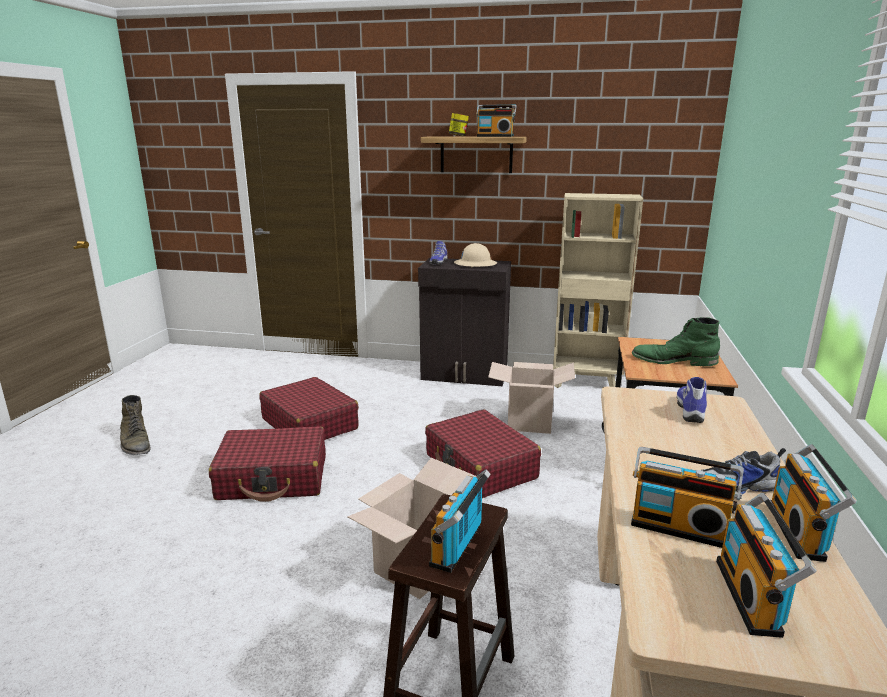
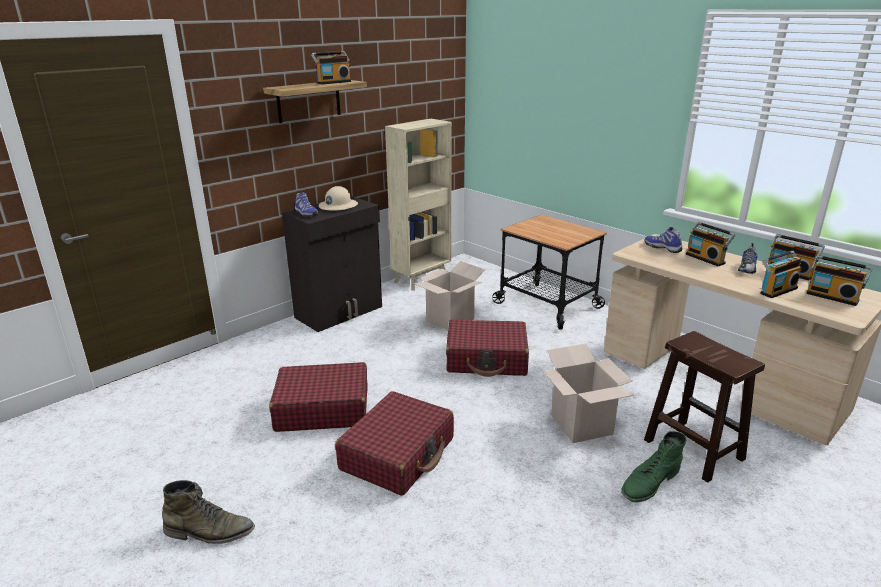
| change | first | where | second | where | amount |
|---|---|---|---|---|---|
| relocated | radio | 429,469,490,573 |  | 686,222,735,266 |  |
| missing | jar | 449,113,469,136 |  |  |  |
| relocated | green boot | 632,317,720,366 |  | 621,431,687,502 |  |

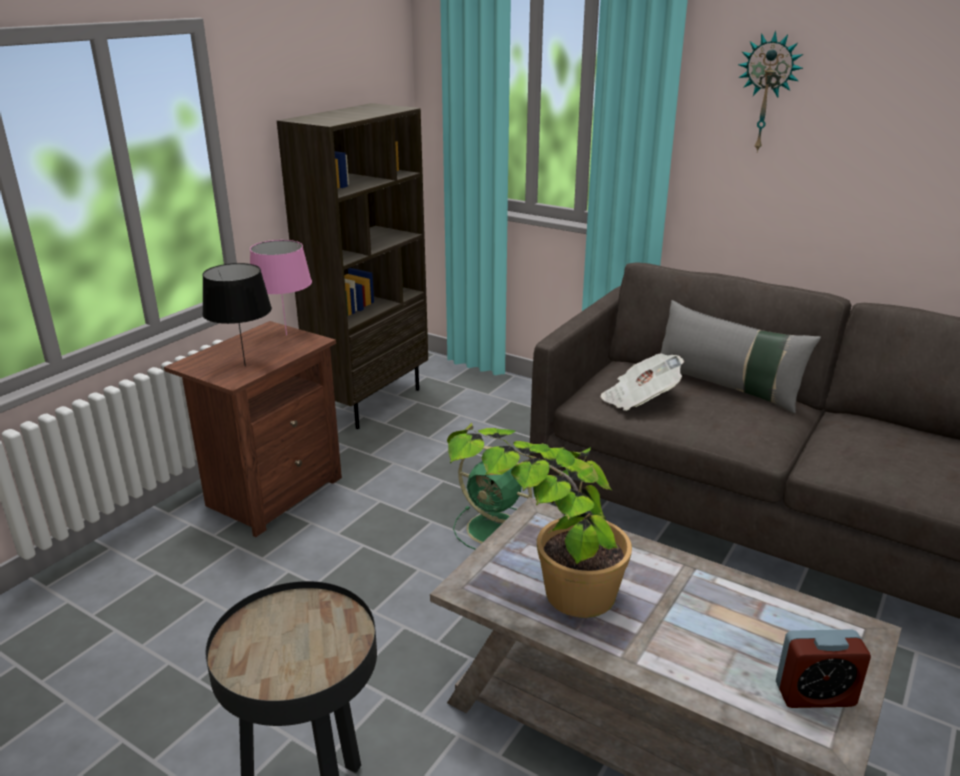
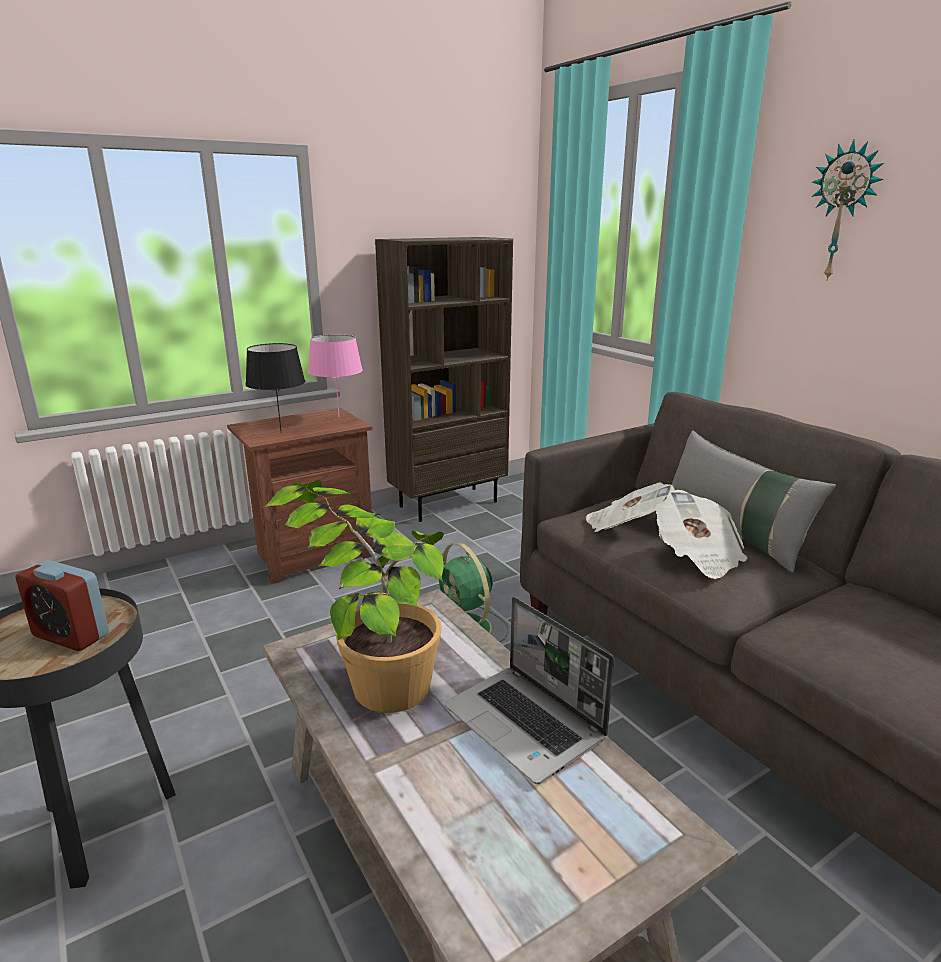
| change | first | where | second | where | amount |
|---|---|---|---|---|---|
| relocated | alarm clock | 776,629,871,708 |  | 16,560,109,651 |  |
| appeared |  |  | laptop | 444,597,615,784 |  |
| appeared |  |  | newspaper | 655,490,748,579 |  |

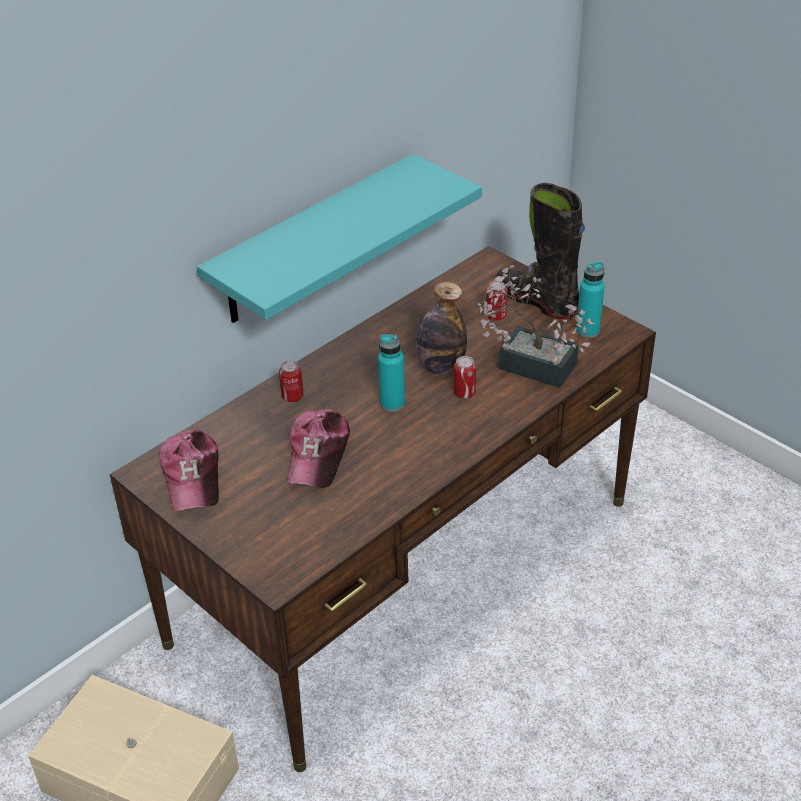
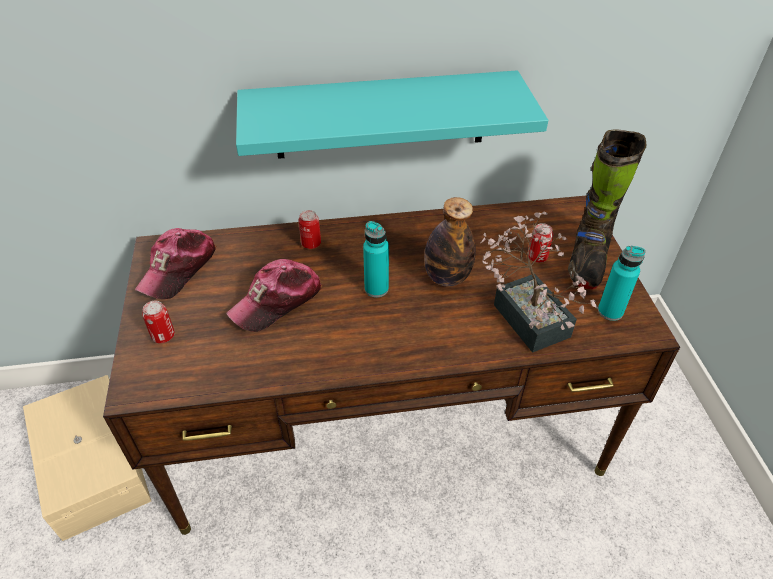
| change | first | where | second | where | amount |
|---|---|---|---|---|---|
| relocated | can | 454,356,476,398 |  | 142,300,175,343 |  |
| spun | black boot | 496,183,585,319 |  | 568,129,646,289 | 150 degrees counterclockwise |

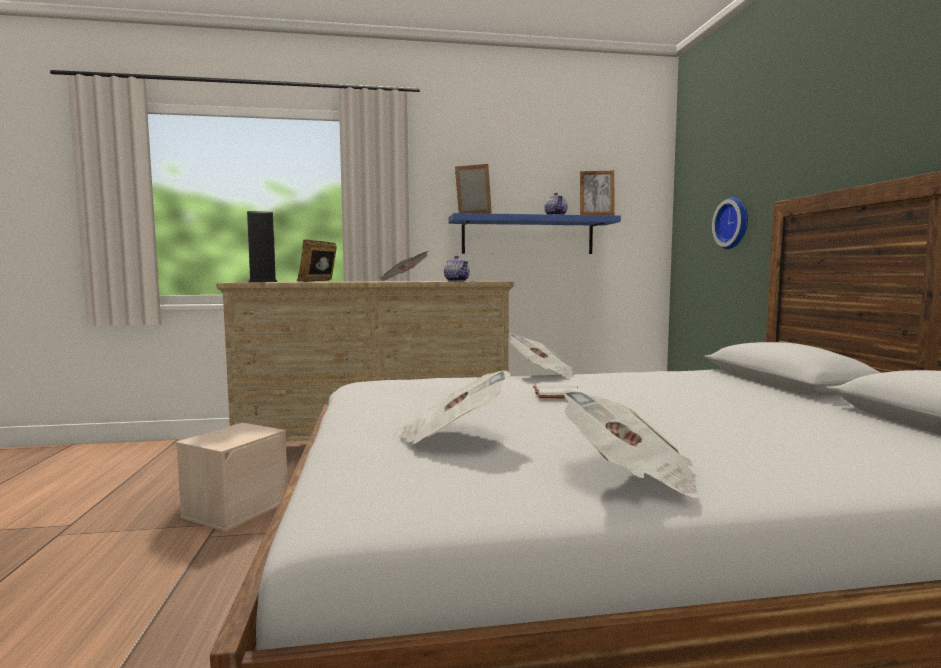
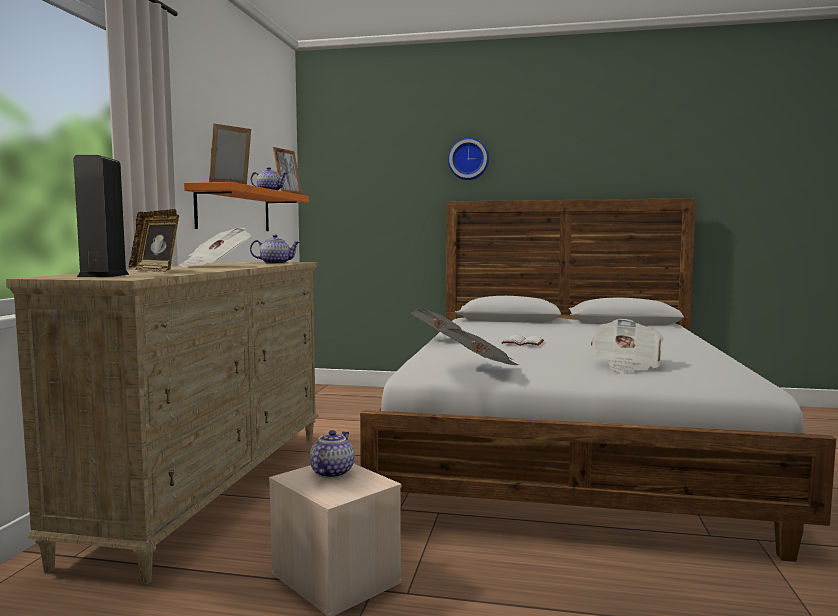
| change | first | where | second | where | amount |
|---|---|---|---|---|---|
| colour | blue shelf | 448,213,621,254 | orange shelf | 184,182,309,231 |  |
| relocated | newspaper | 563,390,699,498 |  | 442,328,519,365 |  |
| relocated | wall clock | 712,197,748,249 |  | 448,138,489,180 |  |
| appeared |  |  | teapot | 310,430,354,478 |  |

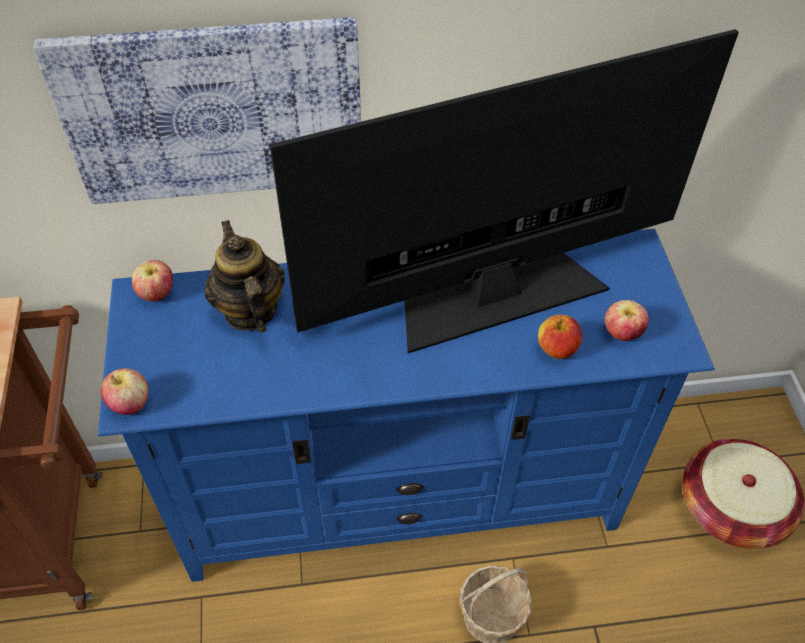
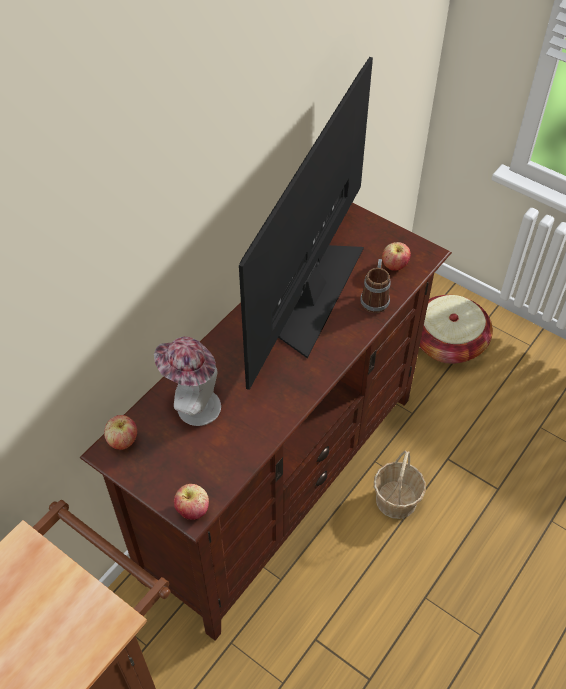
| change | first | where | second | where | amount |
|---|---|---|---|---|---|
| missing | picture | 33,17,361,204 |  |  |  |
| colour | blue tv stand | 98,229,715,582 | brown tv stand | 80,203,452,641 |  |
| exchanged | teapot | 205,220,285,333 | hat | 154,337,221,426 |  |
| exchanged | apple | 538,315,582,359 | mug | 360,259,391,313 |  |

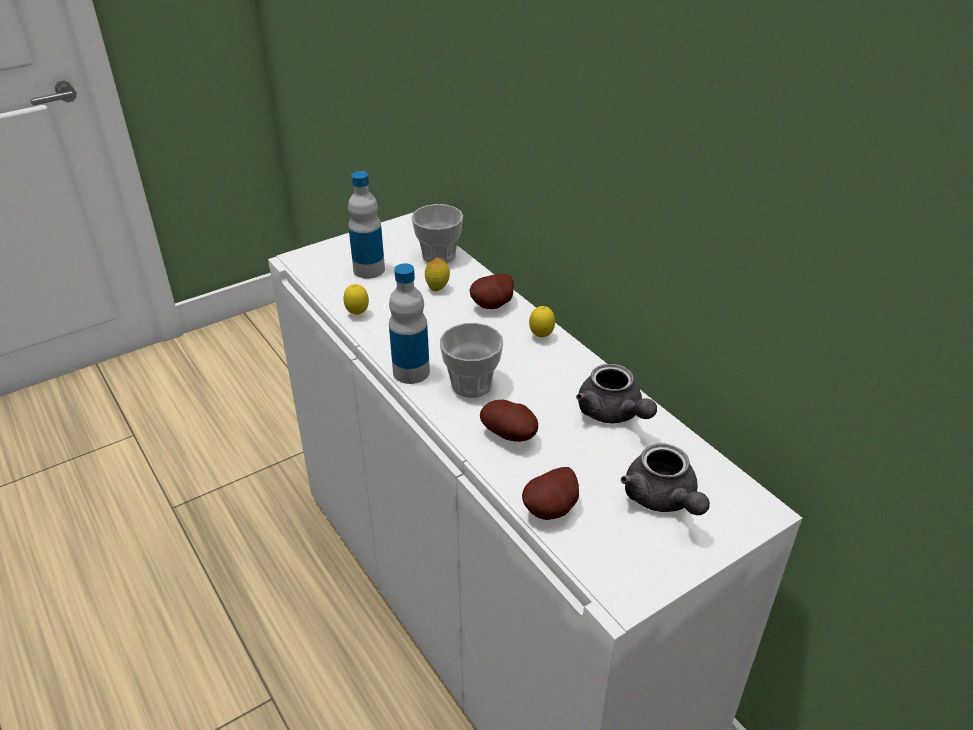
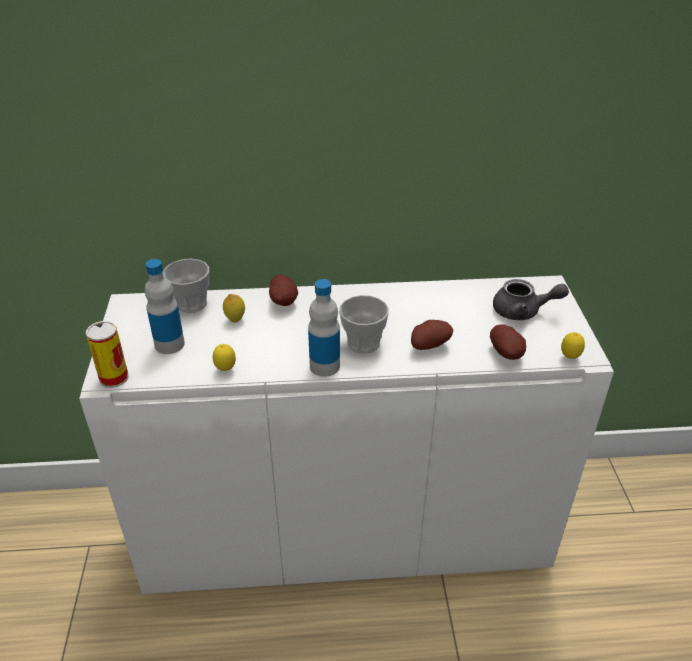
| change | first | where | second | where | amount |
|---|---|---|---|---|---|
| relocated | lemon | 529,306,555,338 |  | 561,332,585,359 |  |
| missing | grey teapot | 576,364,657,423 |  |  |  |
| appeared |  |  | can | 86,321,129,388 |  |

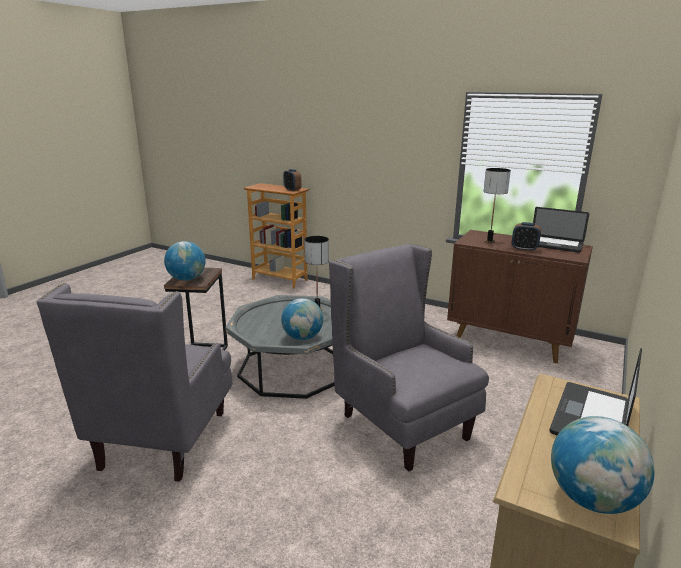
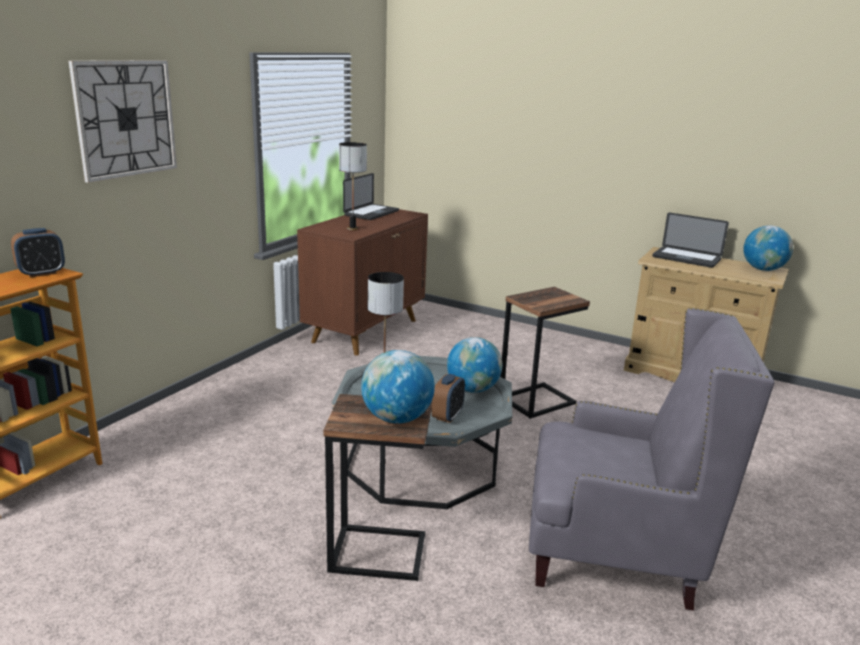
| change | first | where | second | where | amount |
|---|---|---|---|---|---|
| exchanged | grey armchair | 329,243,489,471 | side table | 500,287,590,419 |  |
| relocated | alarm clock | 512,222,541,252 |  | 432,374,465,423 |  |
| appeared |  |  | wall clock | 68,60,177,183 |  |

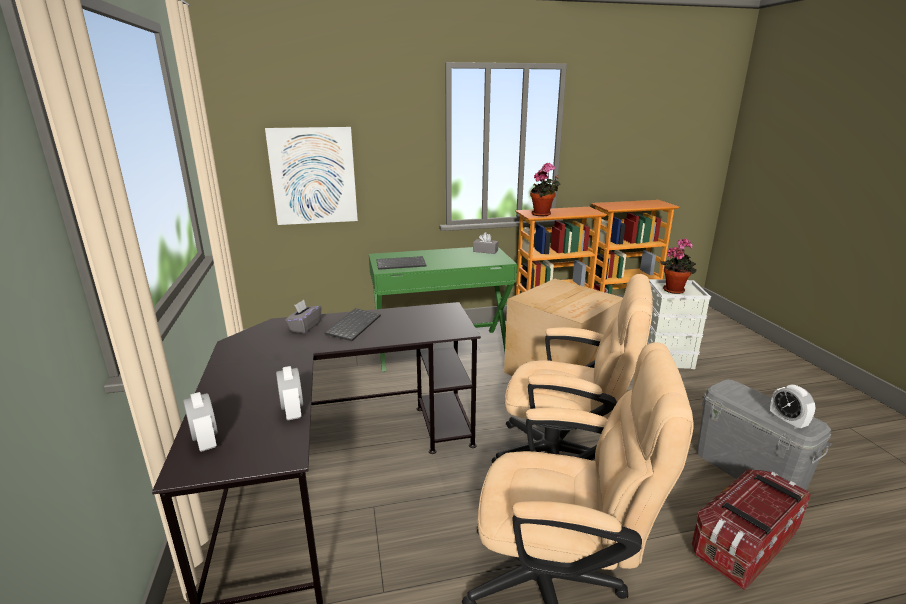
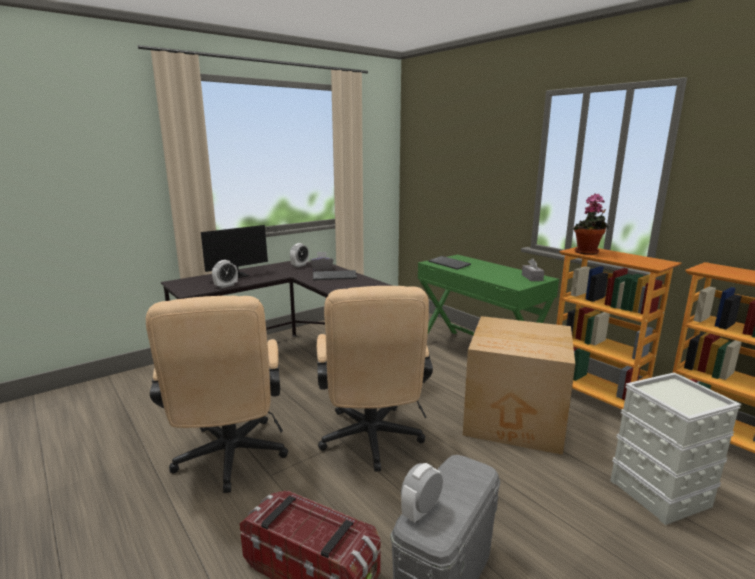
| change | first | where | second | where | amount |
|---|---|---|---|---|---|
| relocated | alarm clock | 183,392,218,452 |  | 290,243,309,267 |  |
| missing | picture | 265,127,358,225 |  |  |  |
| missing | potted plant | 660,238,697,294 |  |  |  |
| appeared |  |  | monitor | 201,225,279,278 |  |

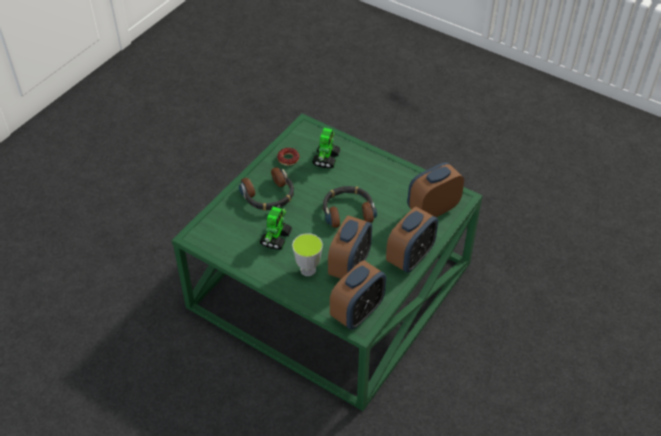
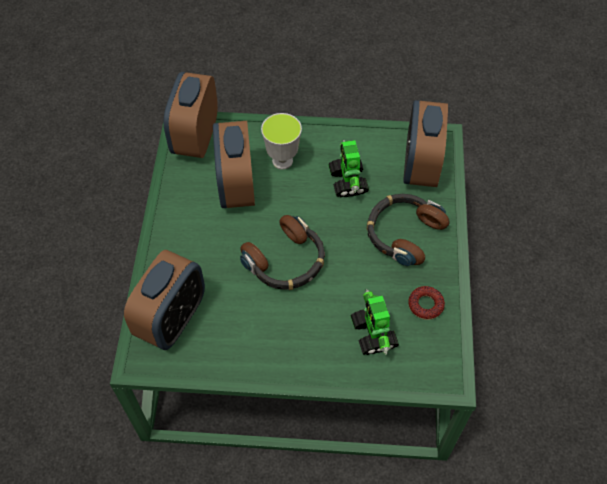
| change | first | where | second | where | amount |
|---|---|---|---|---|---|
| relocated | alarm clock | 386,207,438,273 |  | 403,100,448,187 |  |

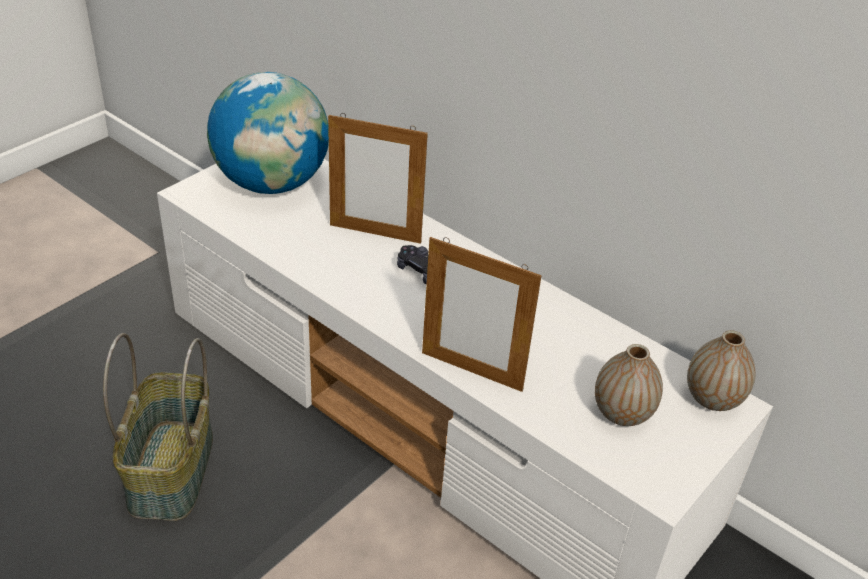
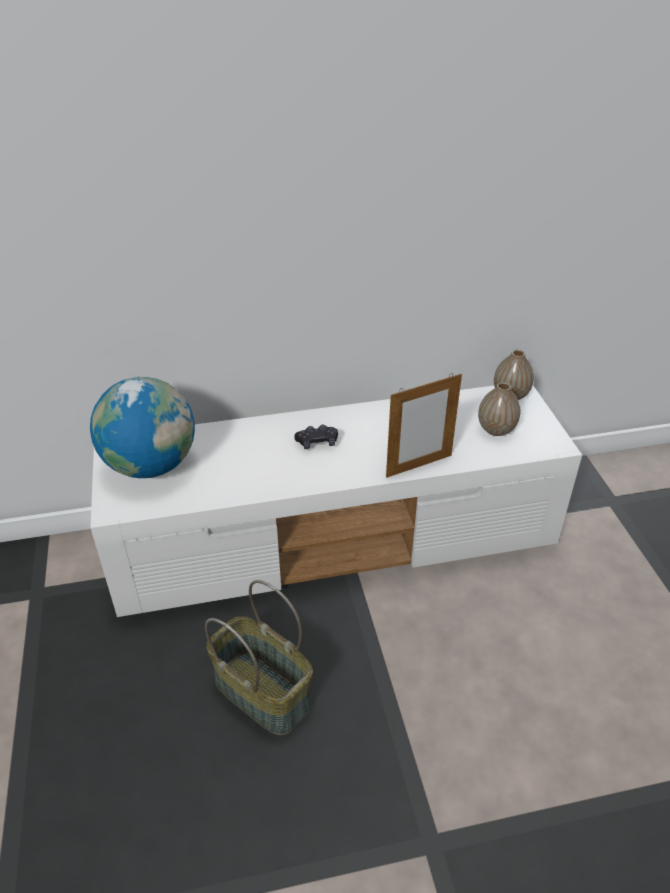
| change | first | where | second | where | amount |
|---|---|---|---|---|---|
| missing | picture frame | 328,113,428,244 |  |  |  |

